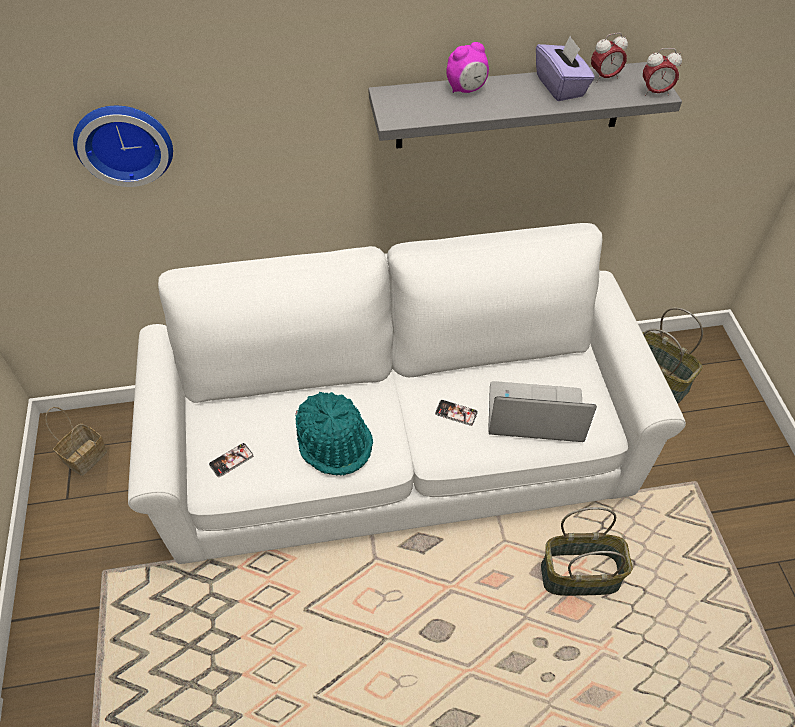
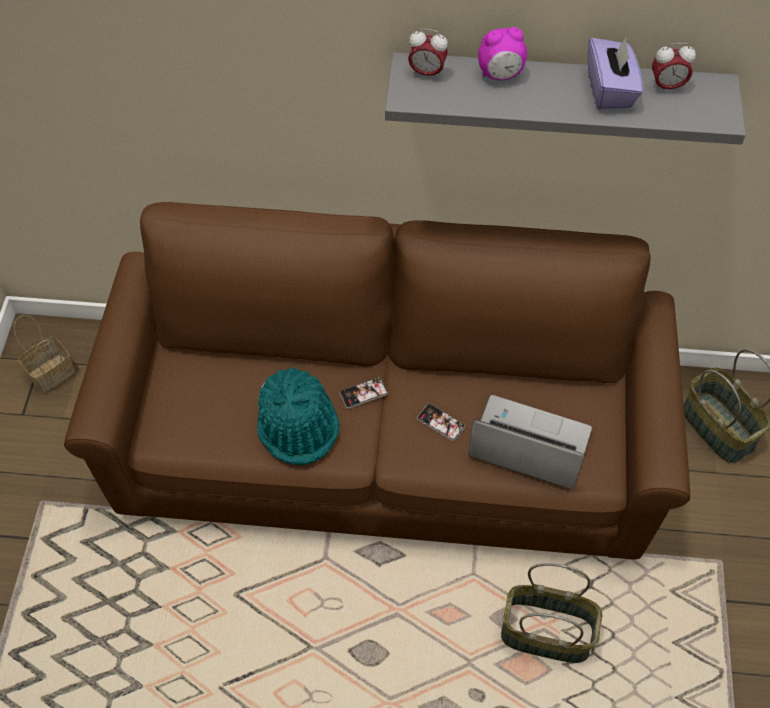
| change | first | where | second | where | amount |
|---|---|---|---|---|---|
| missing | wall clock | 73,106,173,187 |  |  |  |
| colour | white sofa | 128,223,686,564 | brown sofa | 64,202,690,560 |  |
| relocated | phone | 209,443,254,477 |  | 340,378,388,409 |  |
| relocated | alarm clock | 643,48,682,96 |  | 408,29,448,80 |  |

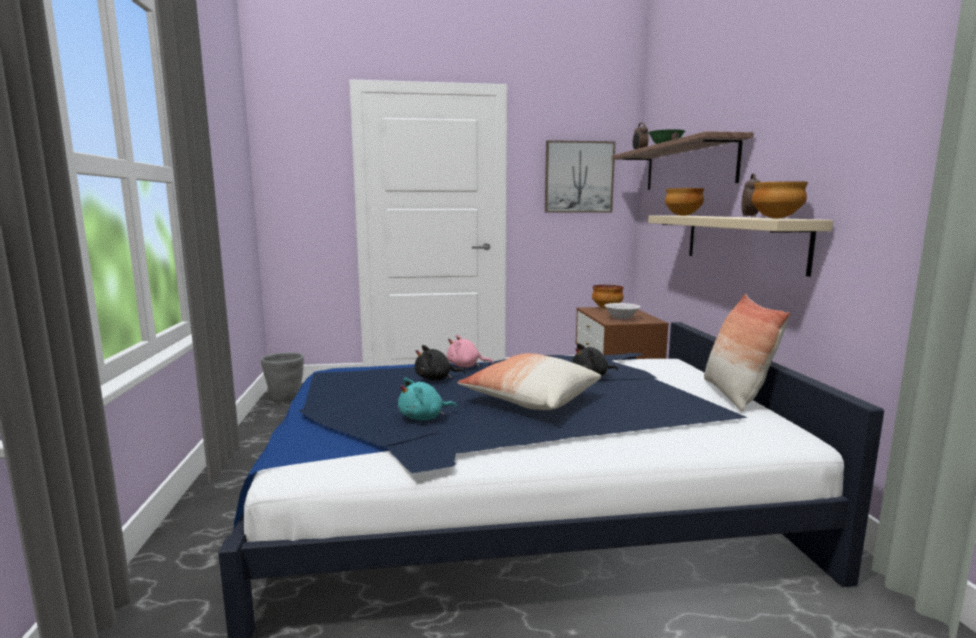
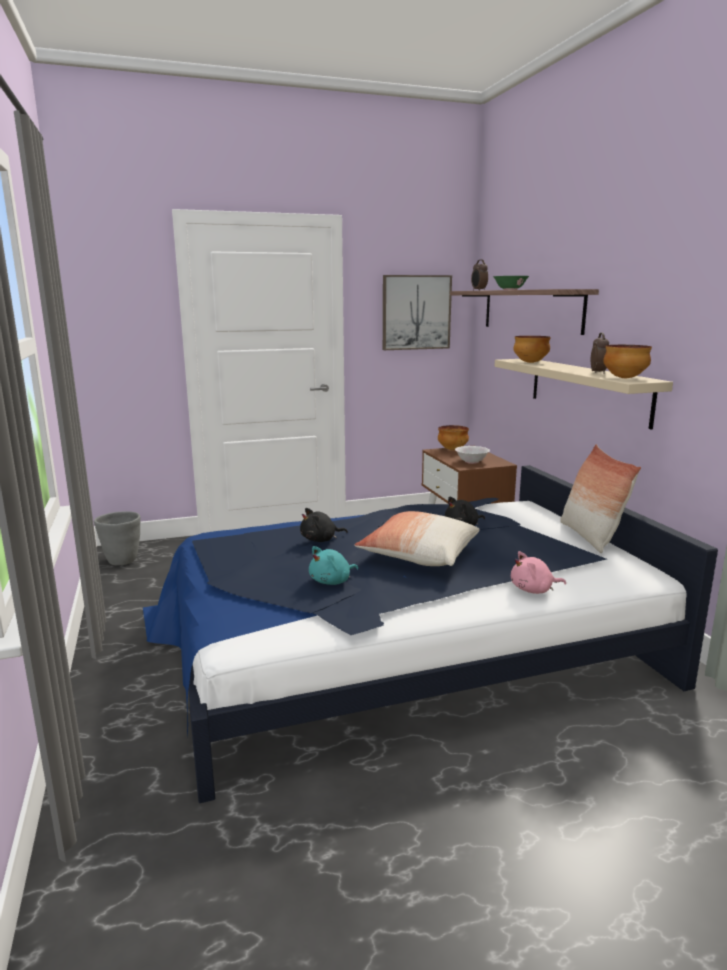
| change | first | where | second | where | amount |
|---|---|---|---|---|---|
| relocated | pink plush toy | 447,335,494,367 |  | 511,551,566,594 |  |

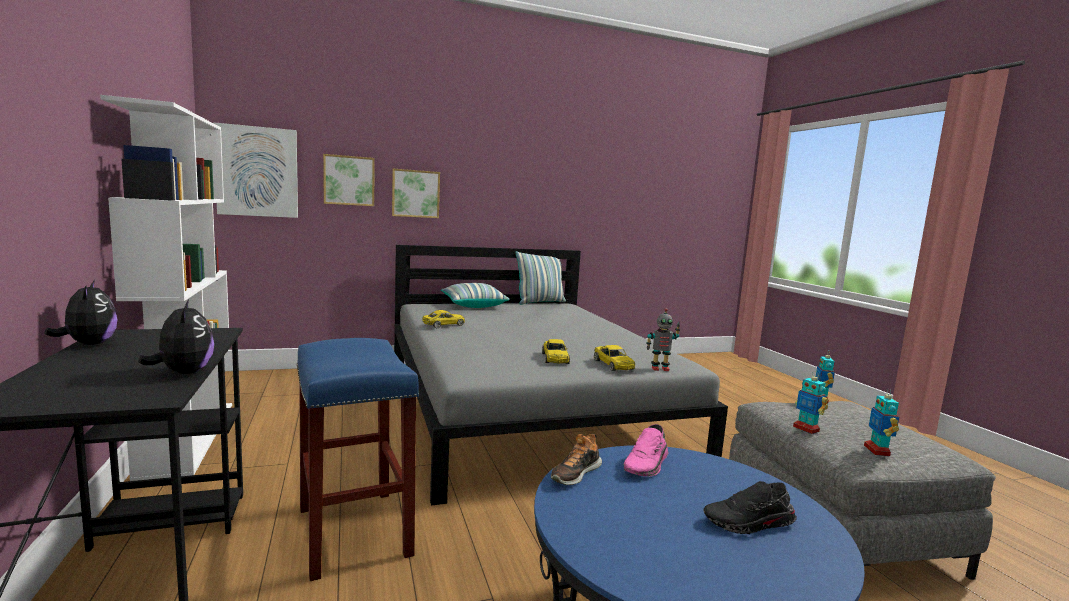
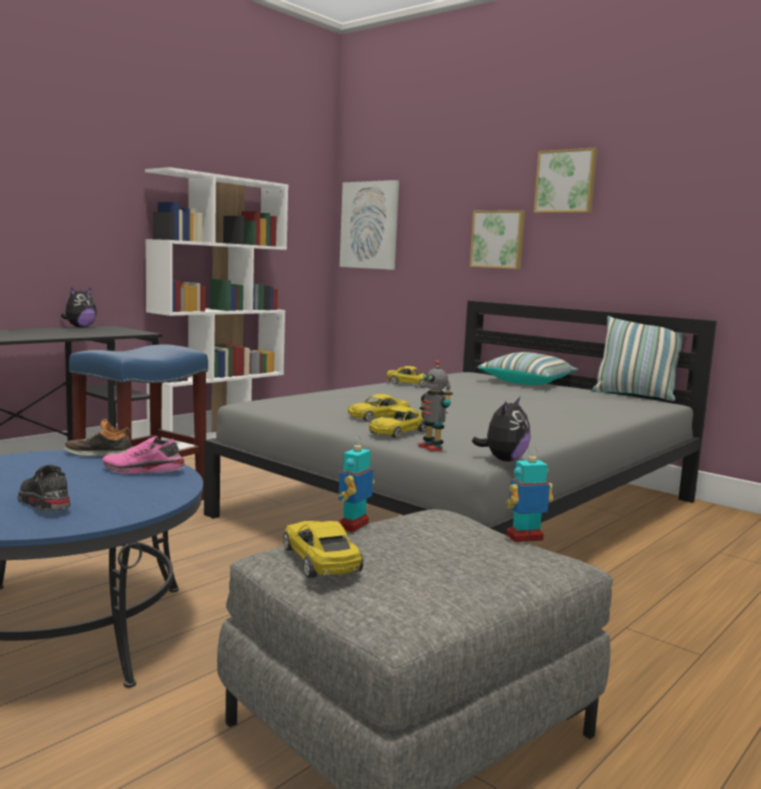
| change | first | where | second | where | amount |
|---|---|---|---|---|---|
| relocated | plush toy | 138,299,214,374 |  | 472,397,531,461 |  |
| relocated | picture | 323,154,375,206 |  | 534,148,597,213 |  |
| exchanged | toy robot | 864,388,899,456 | yellow toy car | 283,521,363,578 |  |

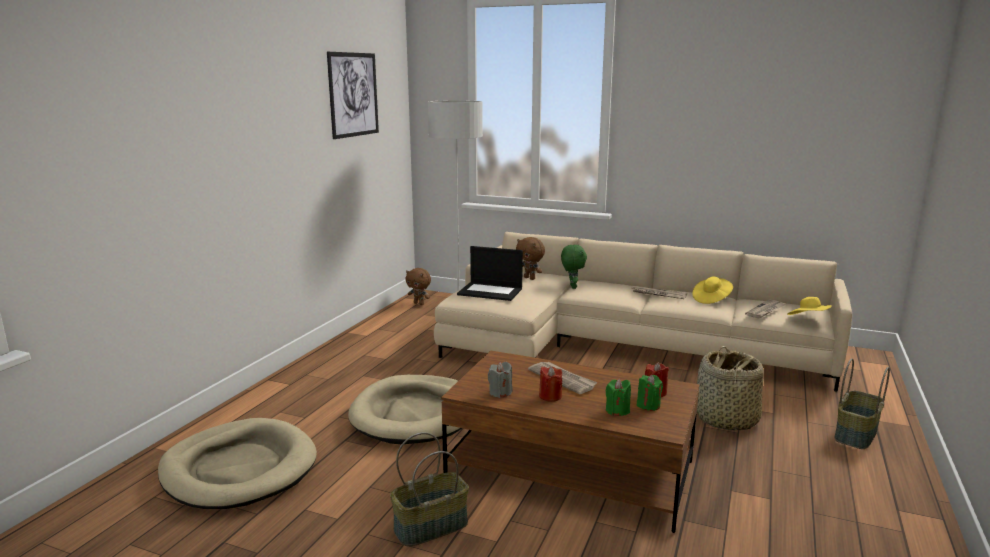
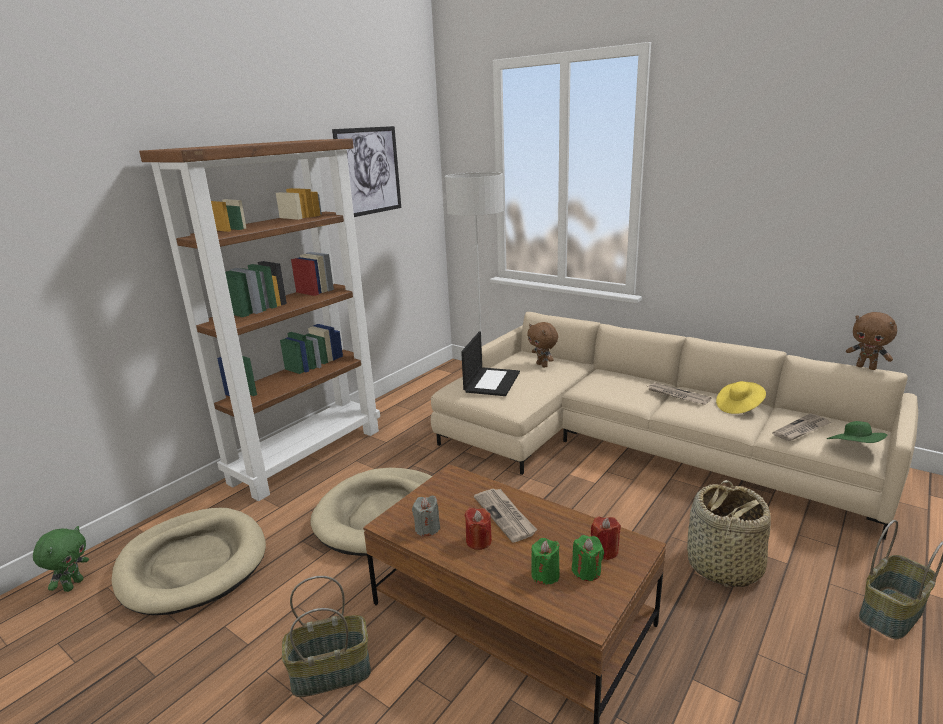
| change | first | where | second | where | amount |
|---|---|---|---|---|---|
| relocated | brown plush toy | 406,268,431,305 |  | 846,312,897,370 |  |
| spun | laptop | 457,246,523,301 |  | 461,332,520,396 | 105 degrees counterclockwise |
| relocated | green plush toy | 561,245,587,289 |  | 33,526,89,592 |  |
| colour | yellow hat | 787,297,832,315 | green hat | 827,421,888,443 |  |
| appeared |  |  | brown bookcase | 139,139,380,501 |  |

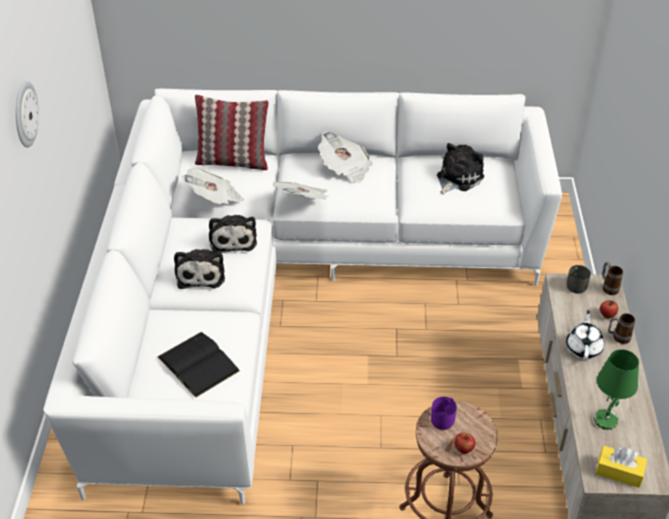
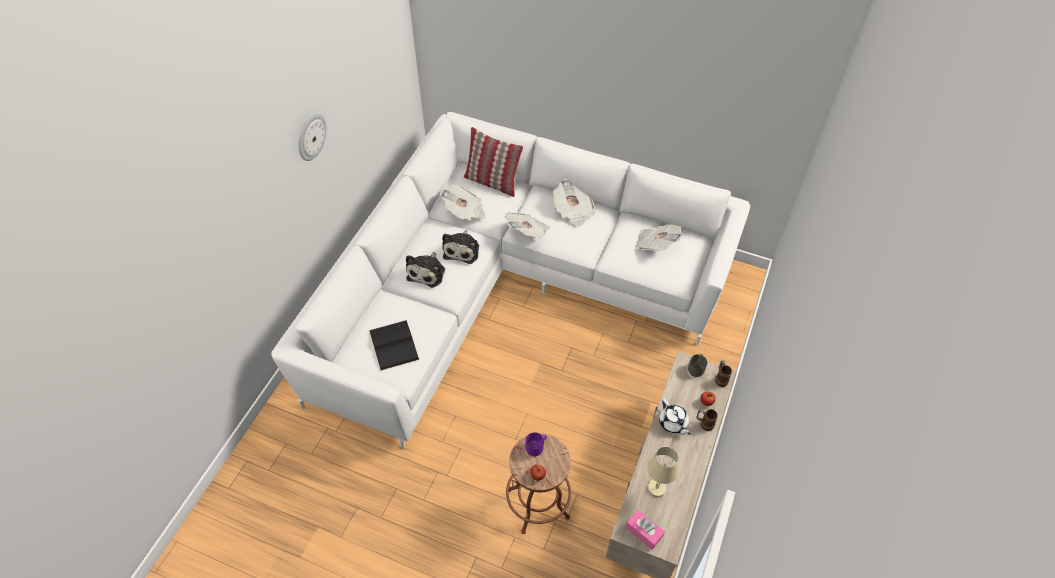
| change | first | where | second | where | amount |
|---|---|---|---|---|---|
| exchanged | plush toy | 437,143,484,195 | newspaper | 635,224,682,251 |  |
| spun | white teapot | 566,310,604,360 |  | 659,399,691,435 | 120 degrees clockwise |
| colour | green table lamp | 594,349,639,430 | beige table lamp | 648,447,679,497 |  |
| colour | yellow tissue box | 596,446,647,488 | pink tissue box | 626,510,665,550 |  |

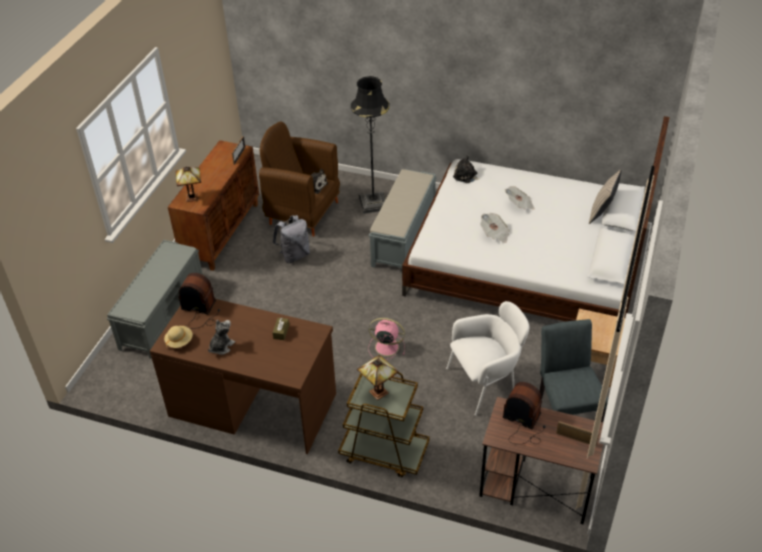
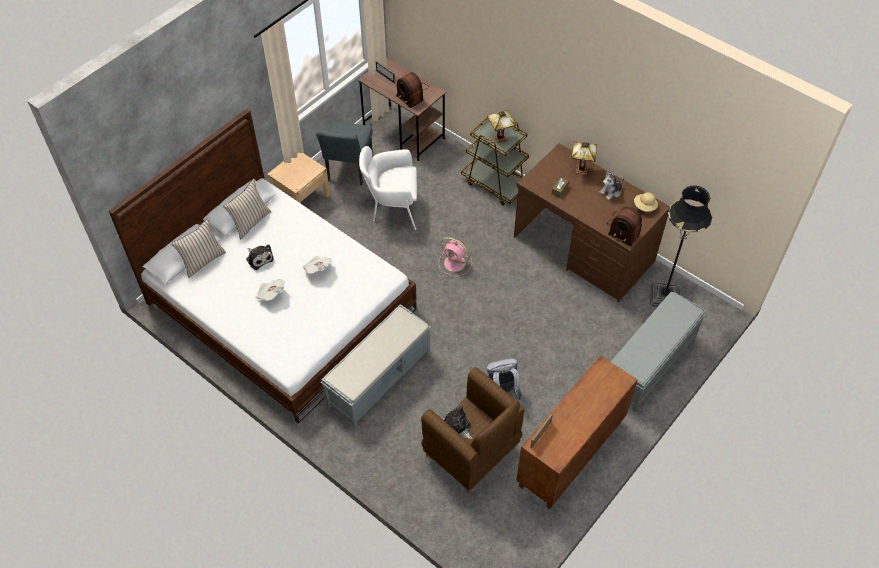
| change | first | where | second | where | amount |
|---|---|---|---|---|---|
| relocated | table lamp | 176,167,201,202 |  | 572,141,597,175 |  |
| relocated | black floor lamp | 351,76,390,214 |  | 650,186,712,307 |  |
| relocated | plush toy | 453,155,479,183 |  | 246,244,274,270 |  |
| appeared |  |  | beige pillow | 223,179,271,239 |  |

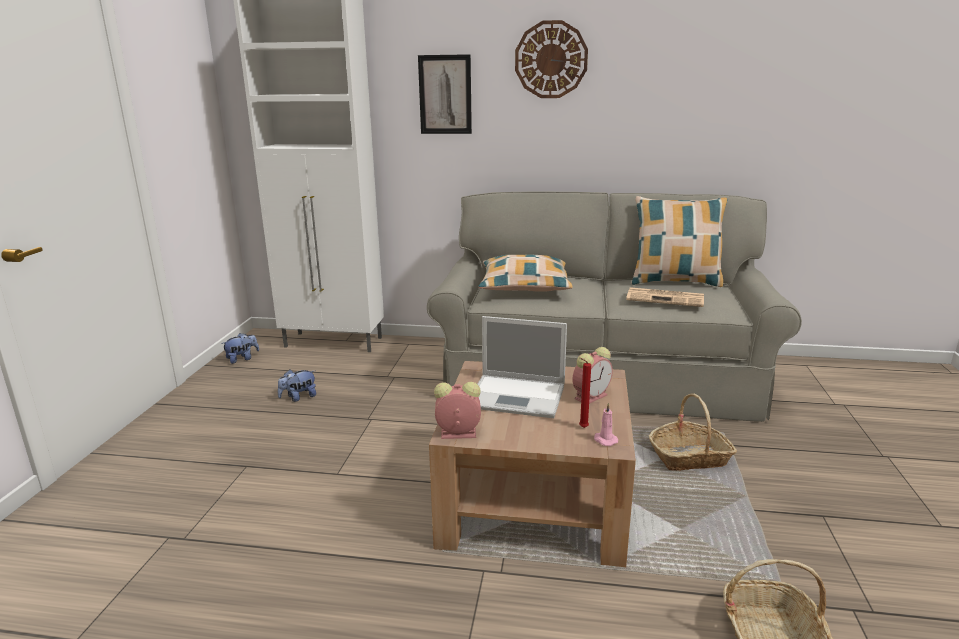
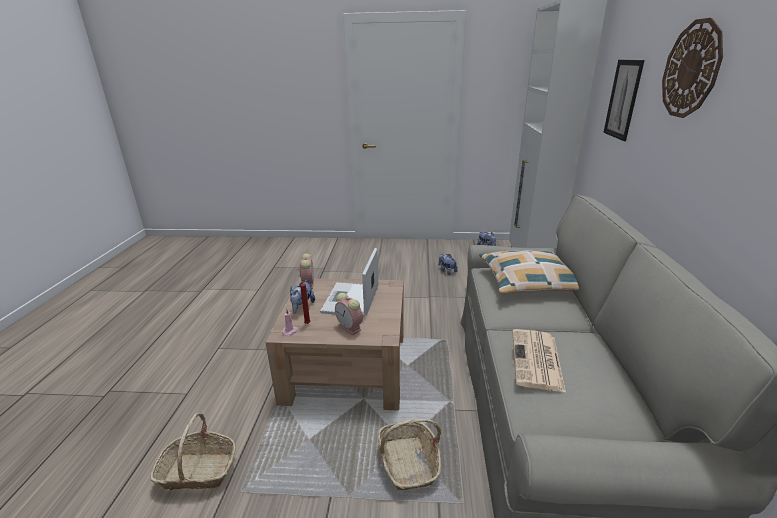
| change | first | where | second | where | amount |
|---|---|---|---|---|---|
| missing | pillow | 632,196,727,287 |  |  |  |
| appeared |  |  | plush toy | 290,280,315,314 |  |

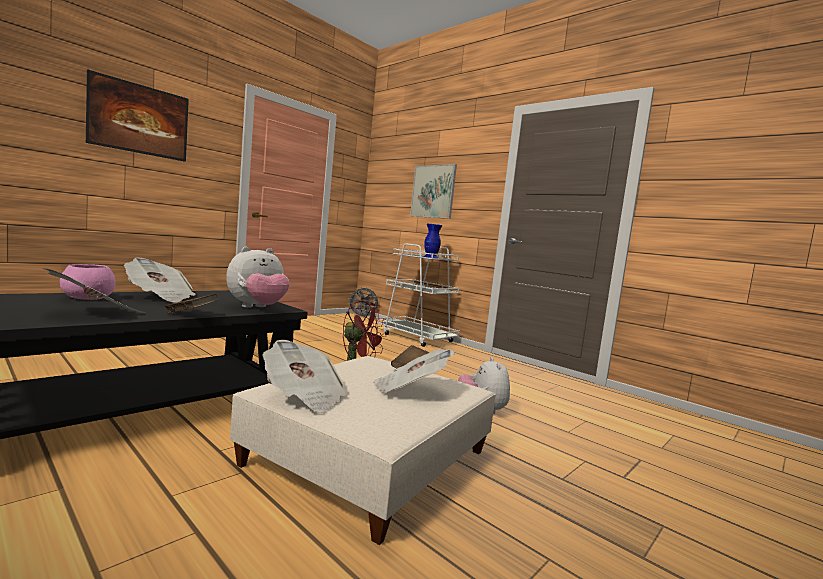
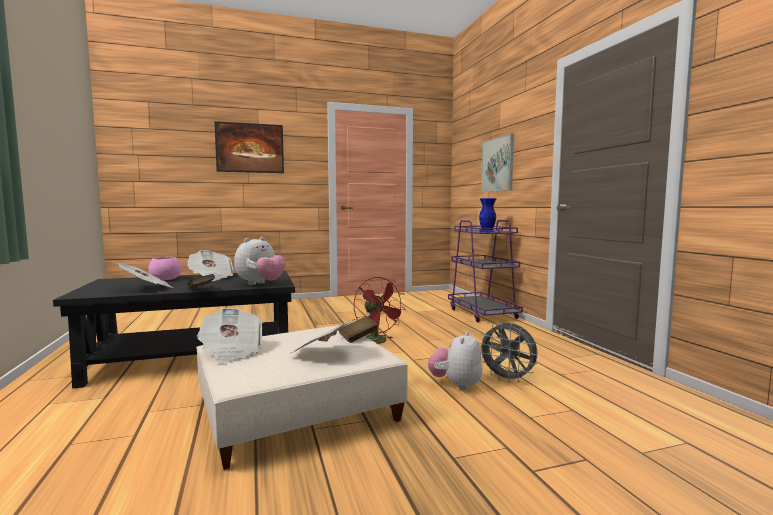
| change | first | where | second | where | amount |
|---|---|---|---|---|---|
| spun | plush toy | 226,247,290,308 |  | 234,237,286,285 | 45 degrees counterclockwise |
| relocated | grey fan | 348,287,378,318 |  | 479,322,538,383 |  |
| colour | white cart | 378,243,460,347 | purple cart | 448,220,523,322 |  |

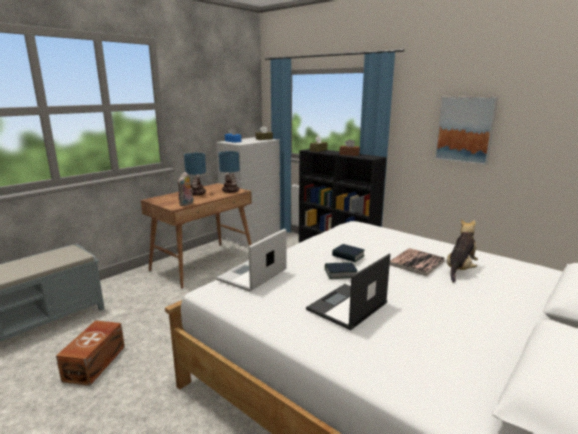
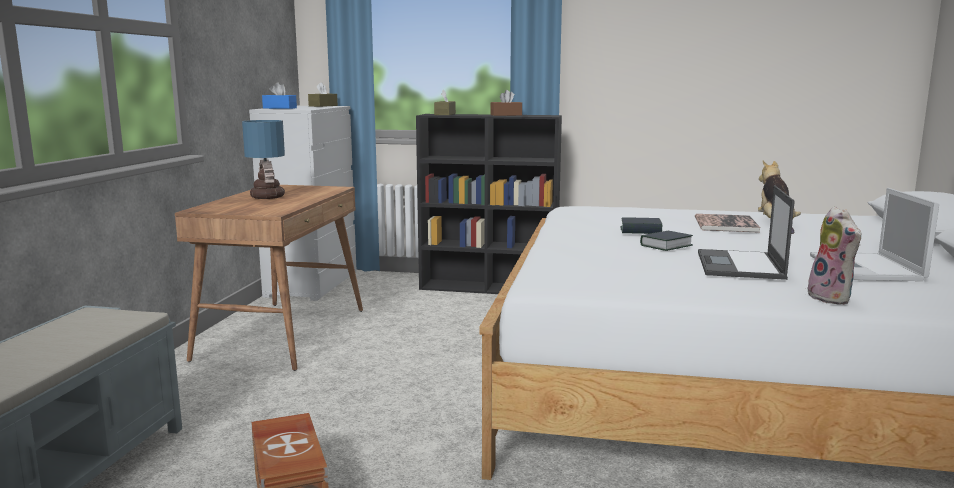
| change | first | where | second | where | amount |
|---|---|---|---|---|---|
| relocated | plush toy | 178,172,193,206 |  | 807,206,862,304 |  |
| relocated | laptop | 216,229,287,292 |  | 810,188,939,281 |  |
| missing | table lamp | 219,151,240,193 |  |  |  |
| missing | picture | 435,97,498,165 |  |  |  |

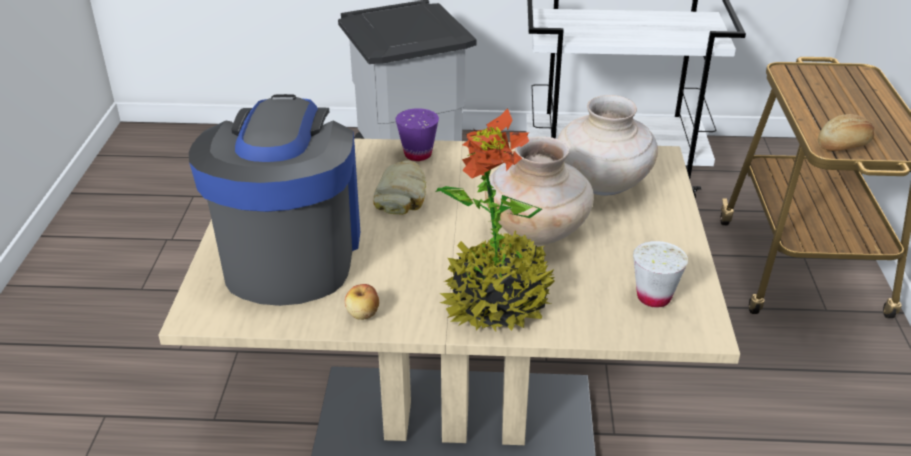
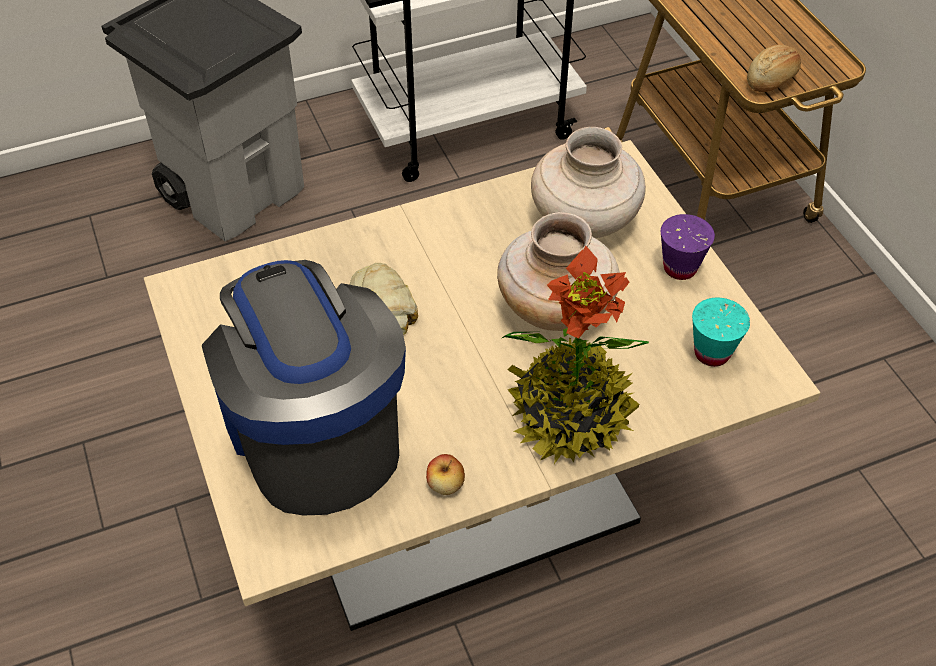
| change | first | where | second | where | amount |
|---|---|---|---|---|---|
| relocated | purple cup | 395,108,439,161 |  | 661,214,715,280 |  |
| colour | white cup | 633,241,688,308 | turquoise cup | 692,298,750,367 |  |

